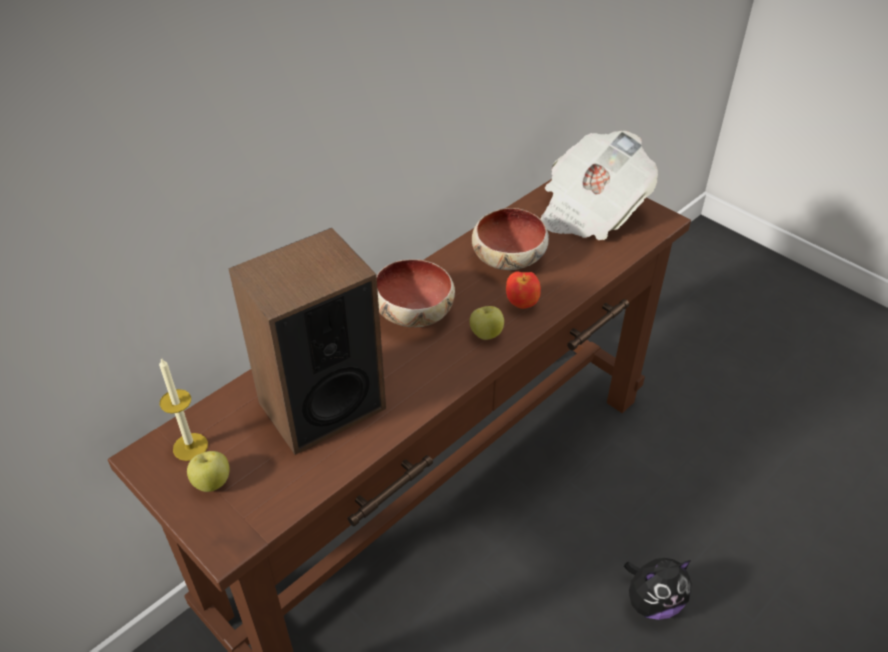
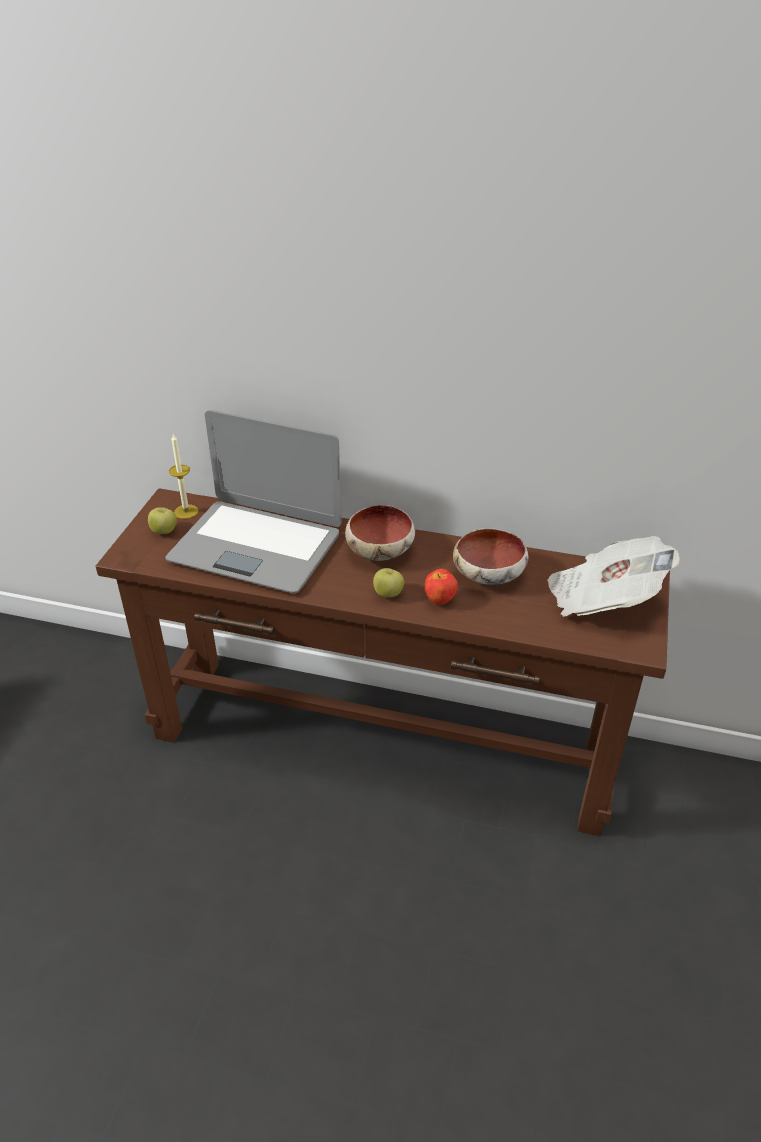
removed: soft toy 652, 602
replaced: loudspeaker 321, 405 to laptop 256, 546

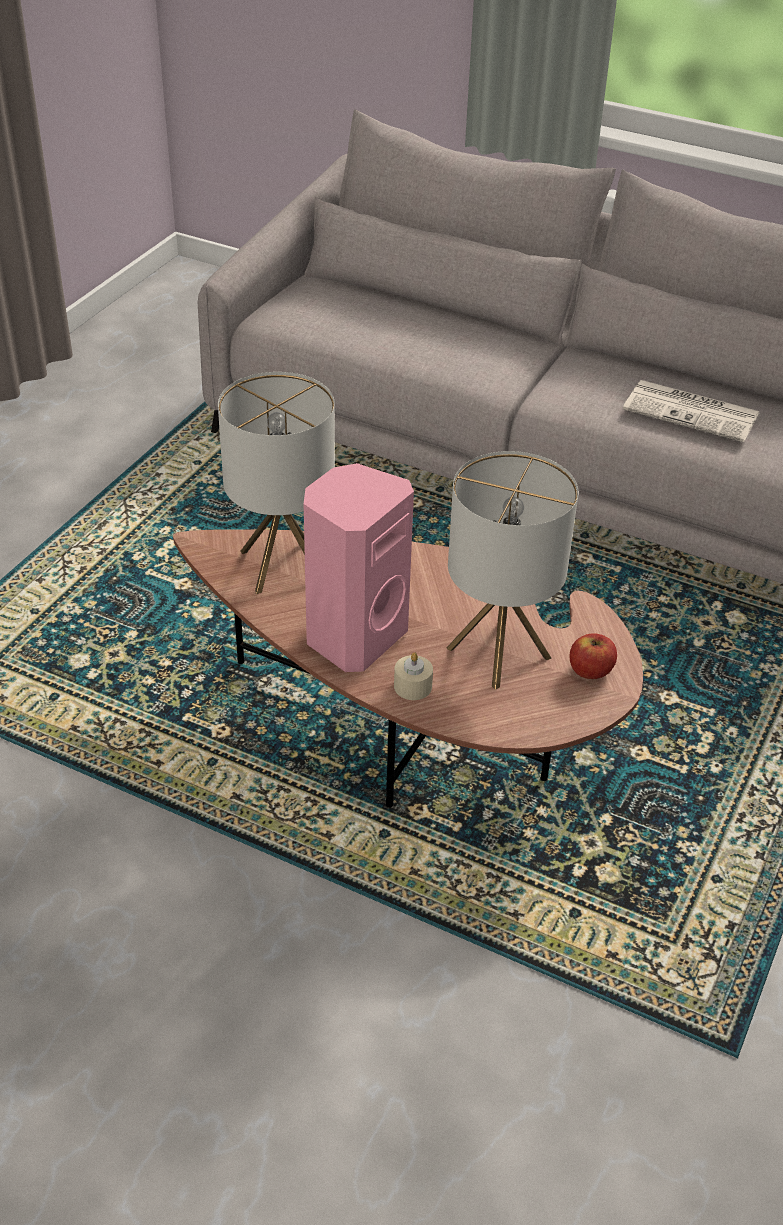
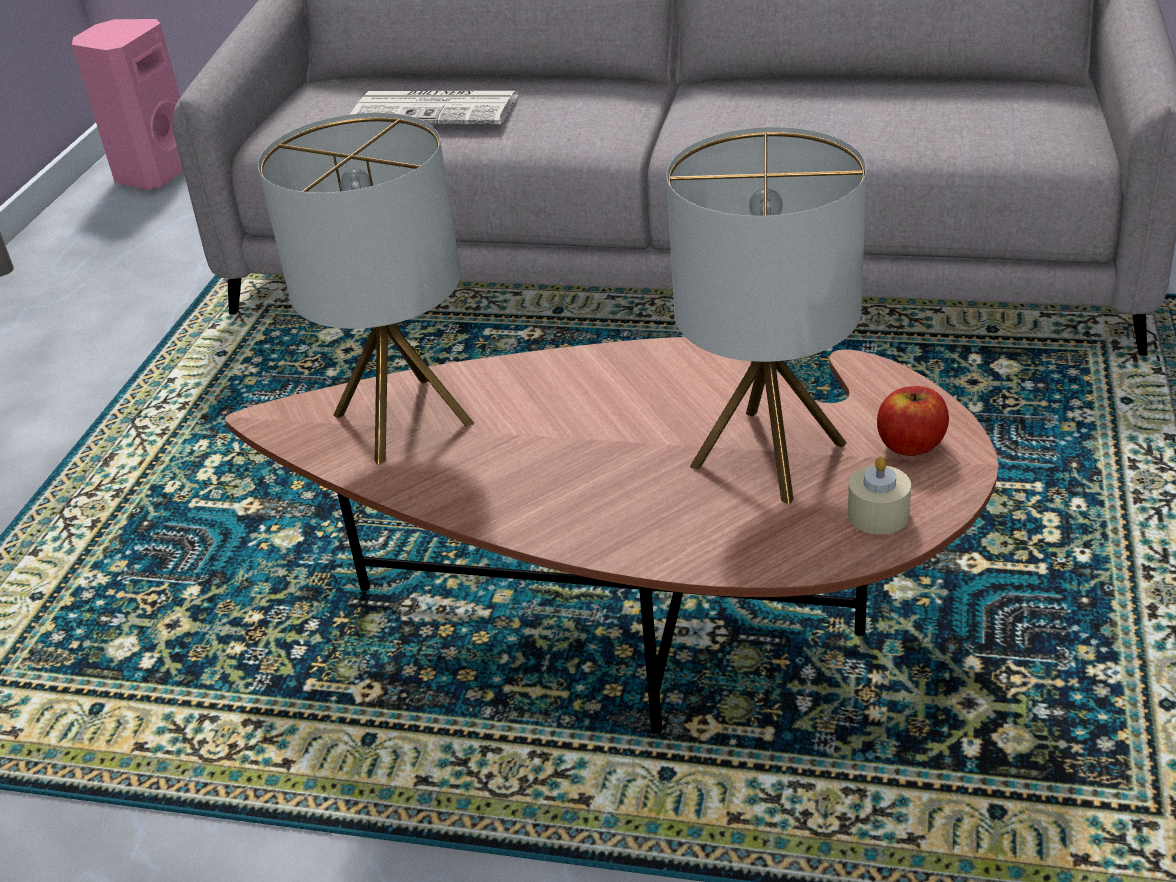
moved: daily paper 693, 412 to 437, 110; pink-coloured loudspeaker 353, 637 to 153, 173; beige wax candle 412, 686 to 878, 514

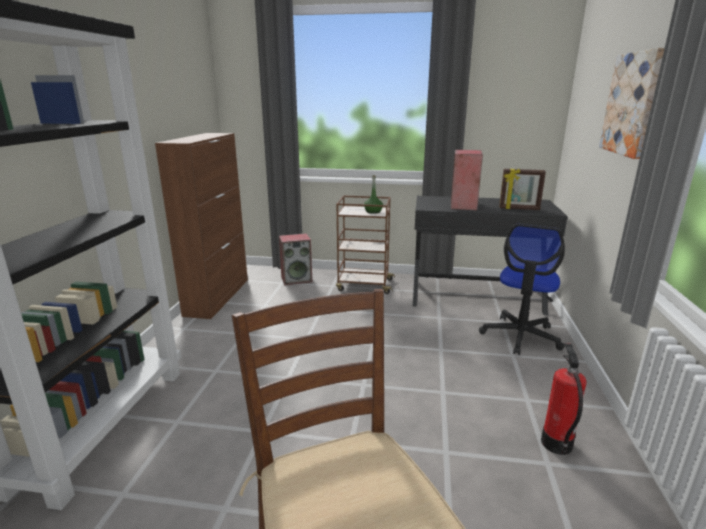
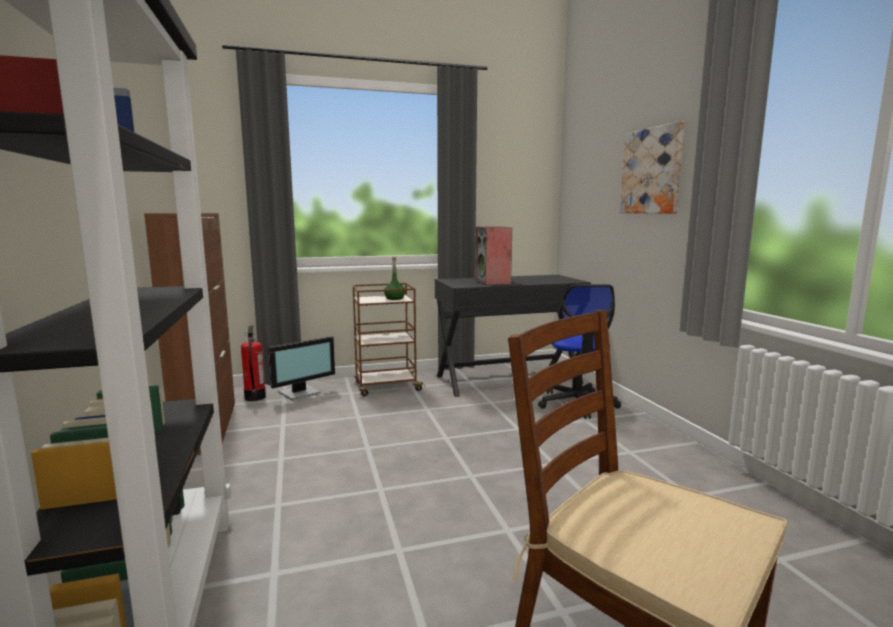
removed: picture frame 519, 209
moved: fire extinguisher 556, 444 to 255, 397
replaced: loudspeaker 297, 279 to computer screen 300, 393

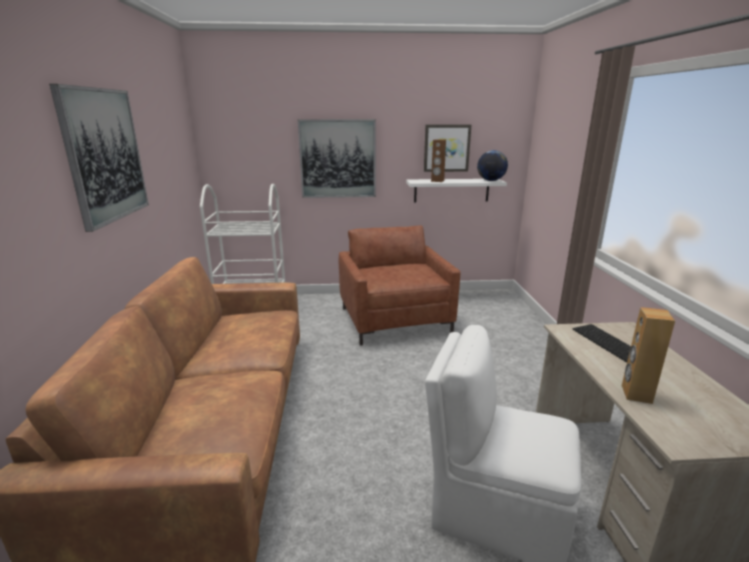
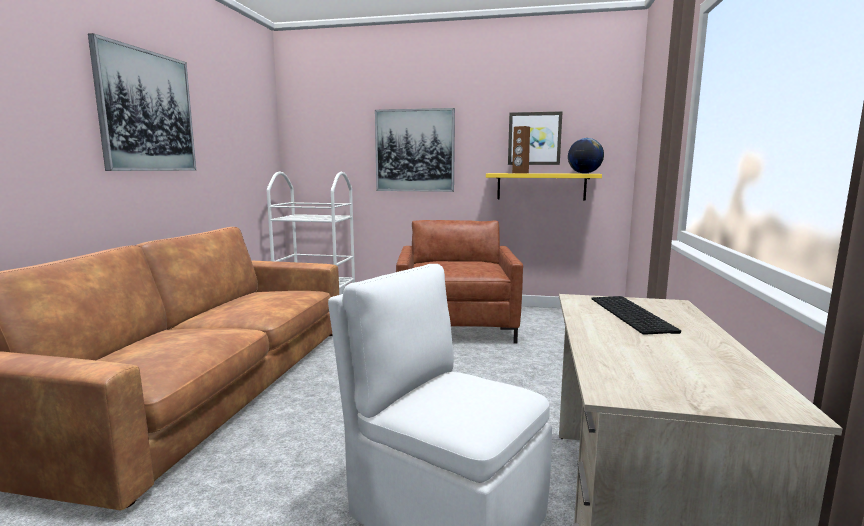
removed: brownish loudspeaker 636, 394
recoloured: white-coloured wall shelf 451, 190 to yellow-coloured wall shelf 541, 186

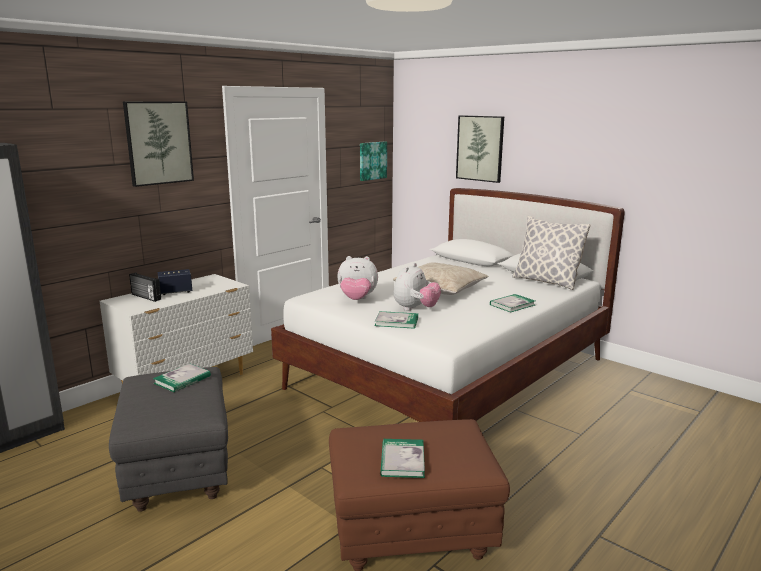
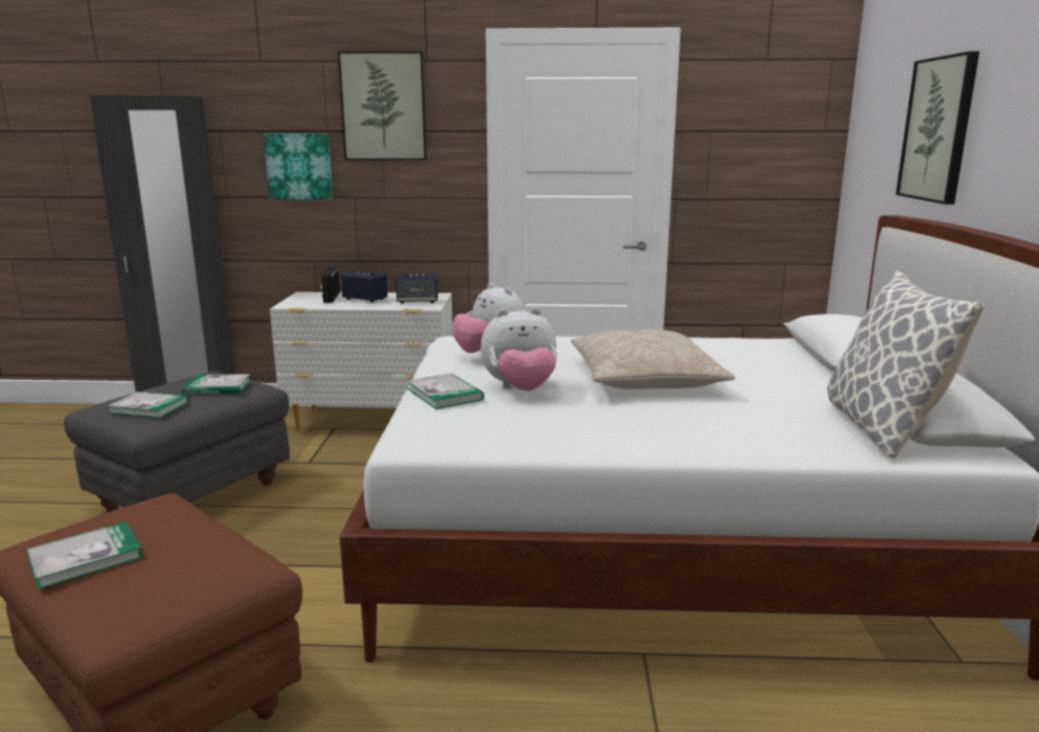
added: loudspeaker 417, 301
moved: wall art 372, 160 to 299, 166; book 512, 305 to 149, 407

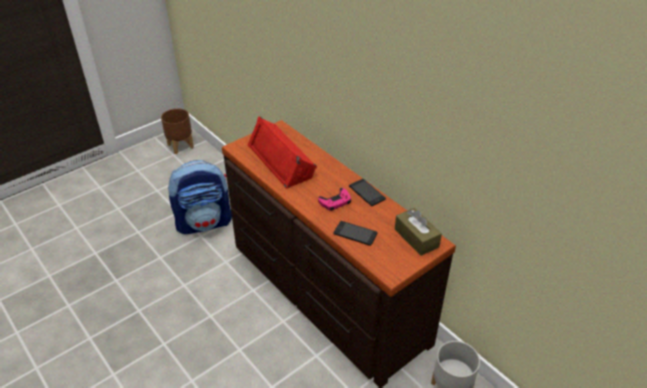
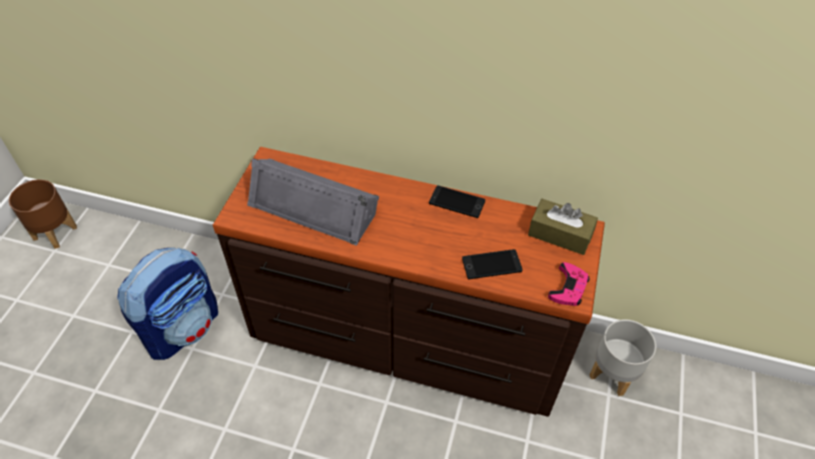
moved: pink-coloured game controller 335, 202 to 568, 288
recoloured: red-coloured loudspeaker 282, 160 to grey loudspeaker 314, 205

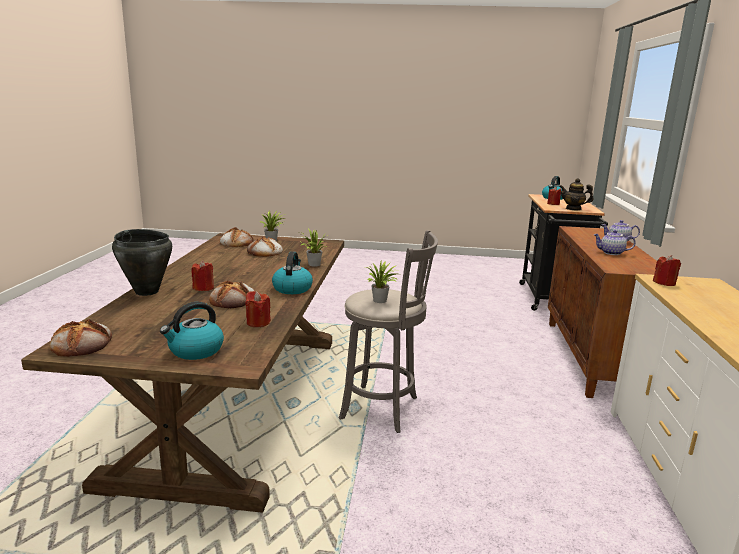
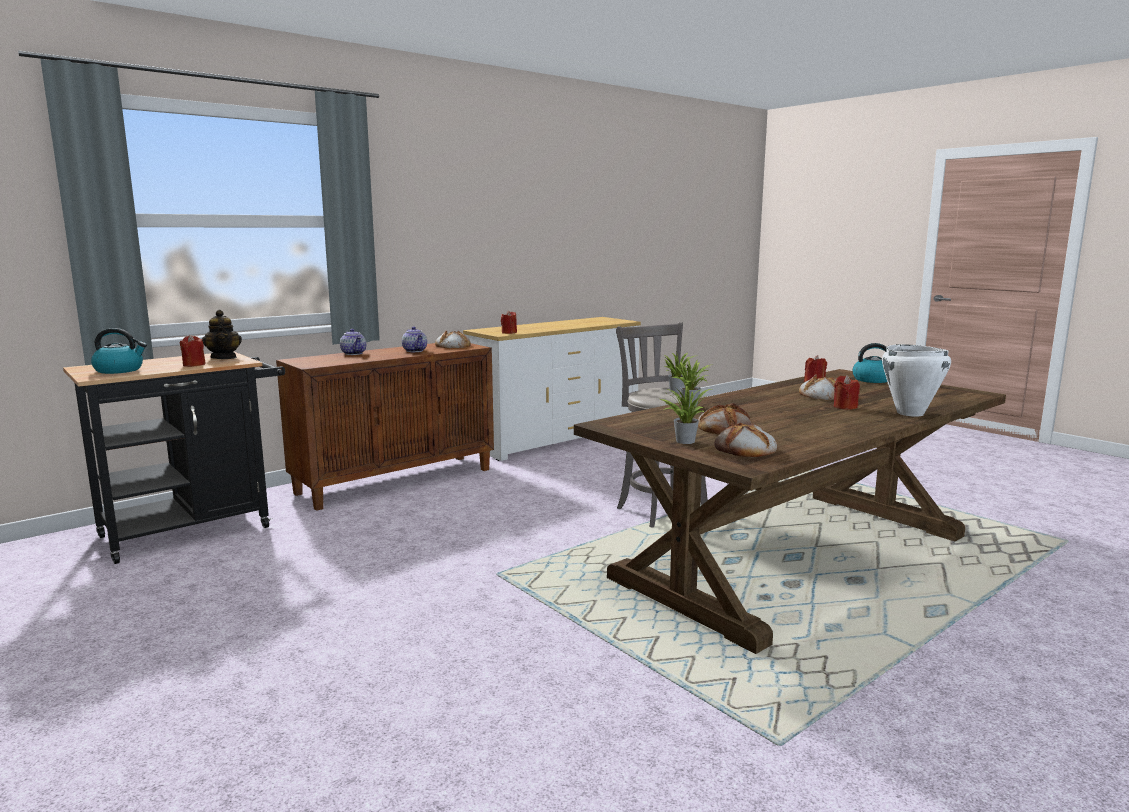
removed: tea kettle 292, 288
moved: bakery bread 82, 344 to 452, 346
recoloured: blackish saucepot 147, 291 to white-coloured saucepot 910, 413

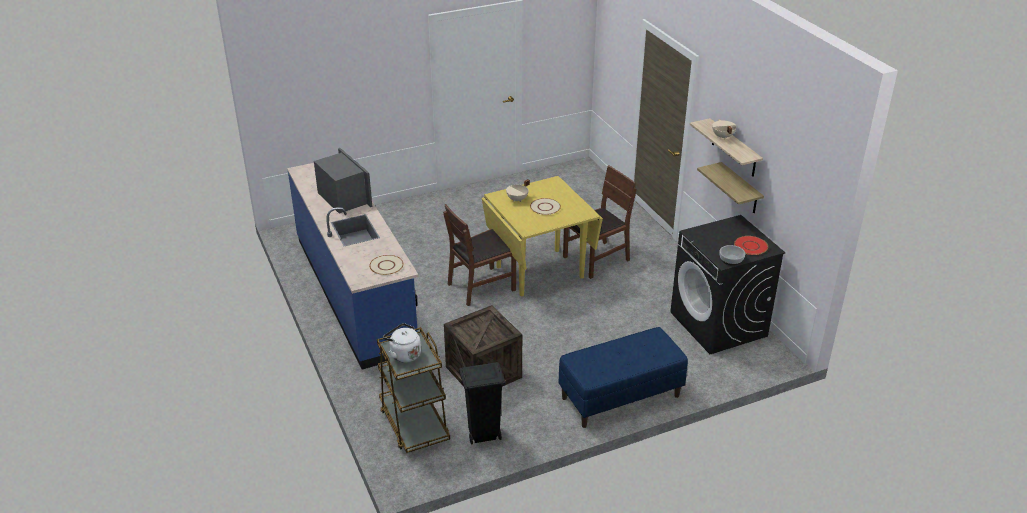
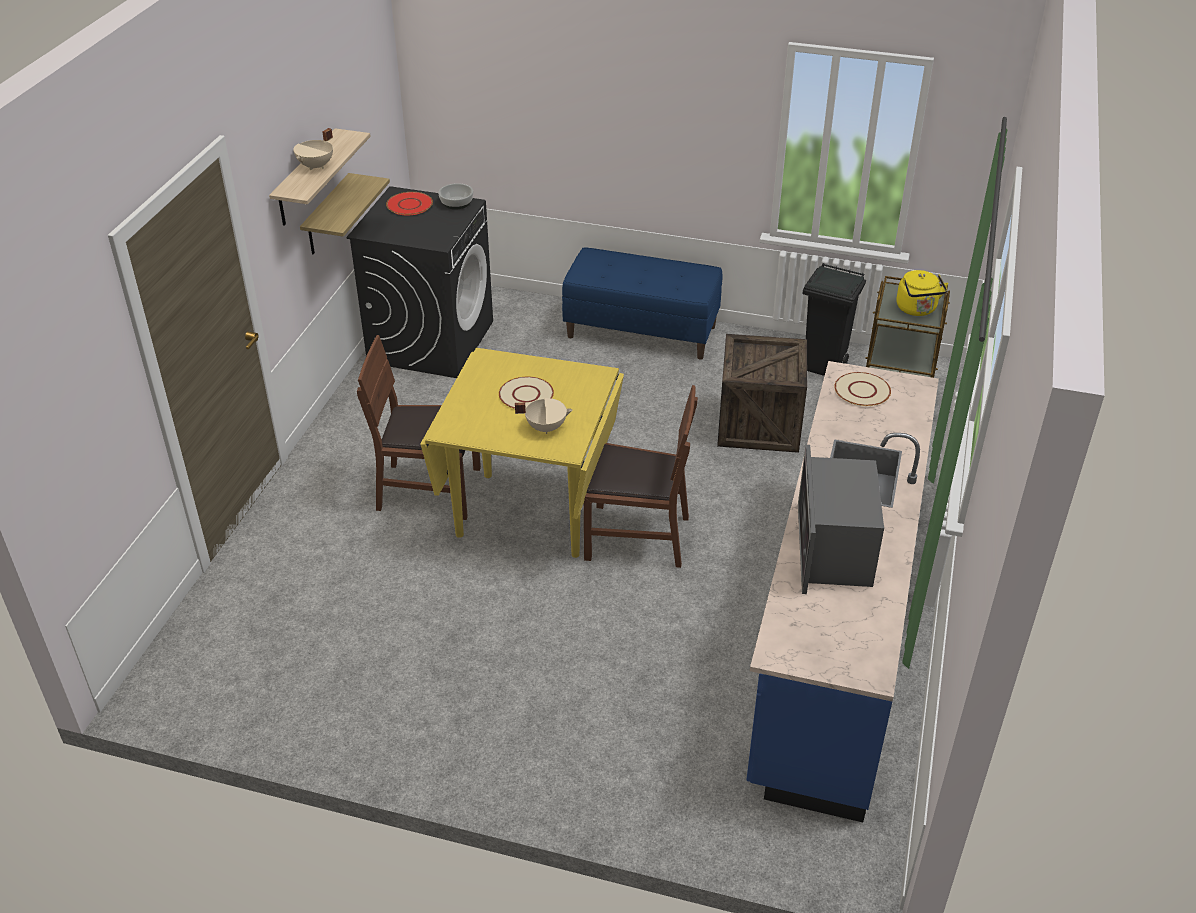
recoloured: white-coloured tea kettle 403, 354 to yellow-coloured tea kettle 917, 309

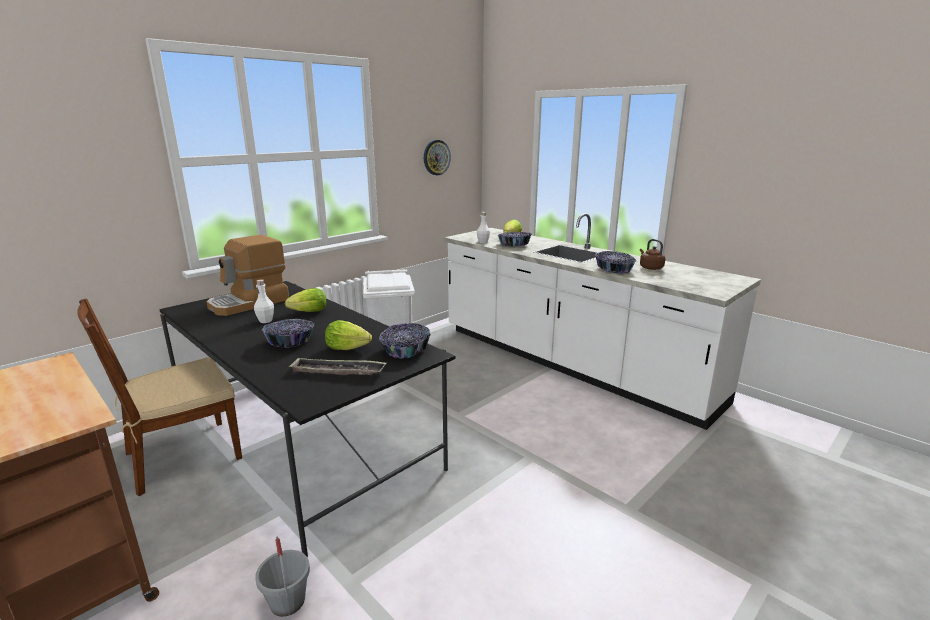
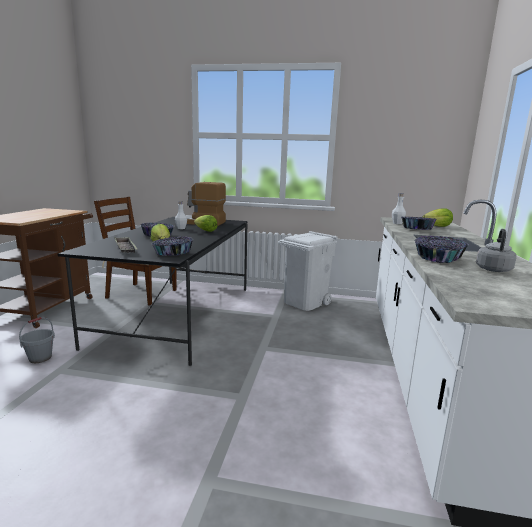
removed: clock on the wall 436, 157
recoloured: brownish tea kettle 650, 267 to grey tea kettle 493, 269

